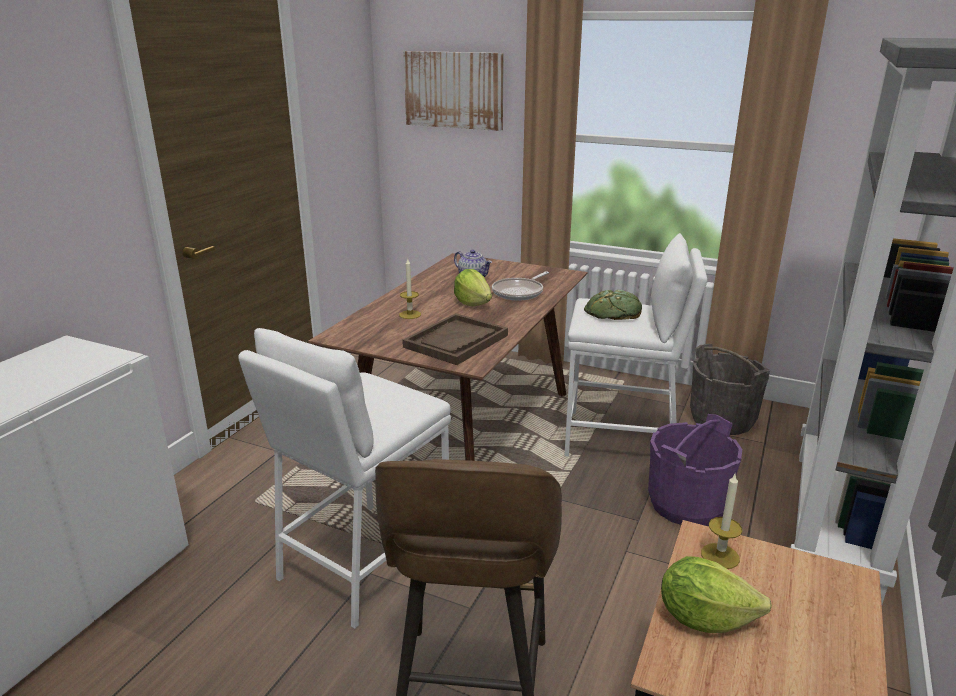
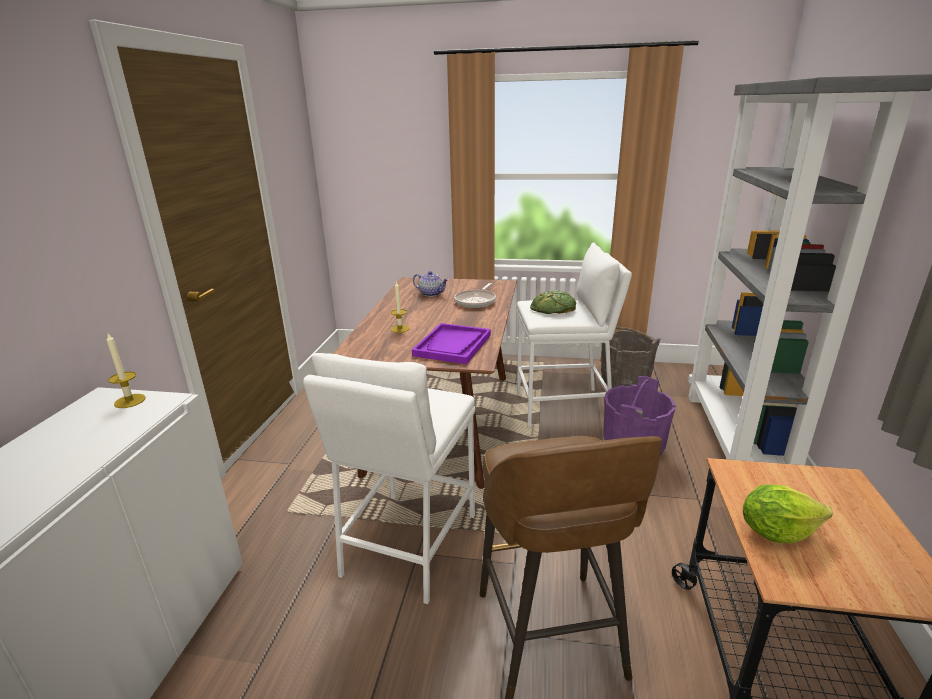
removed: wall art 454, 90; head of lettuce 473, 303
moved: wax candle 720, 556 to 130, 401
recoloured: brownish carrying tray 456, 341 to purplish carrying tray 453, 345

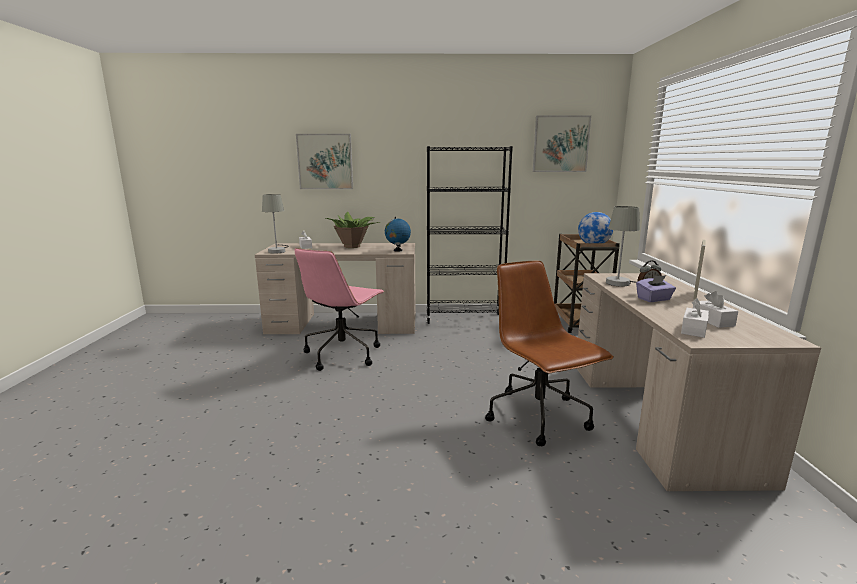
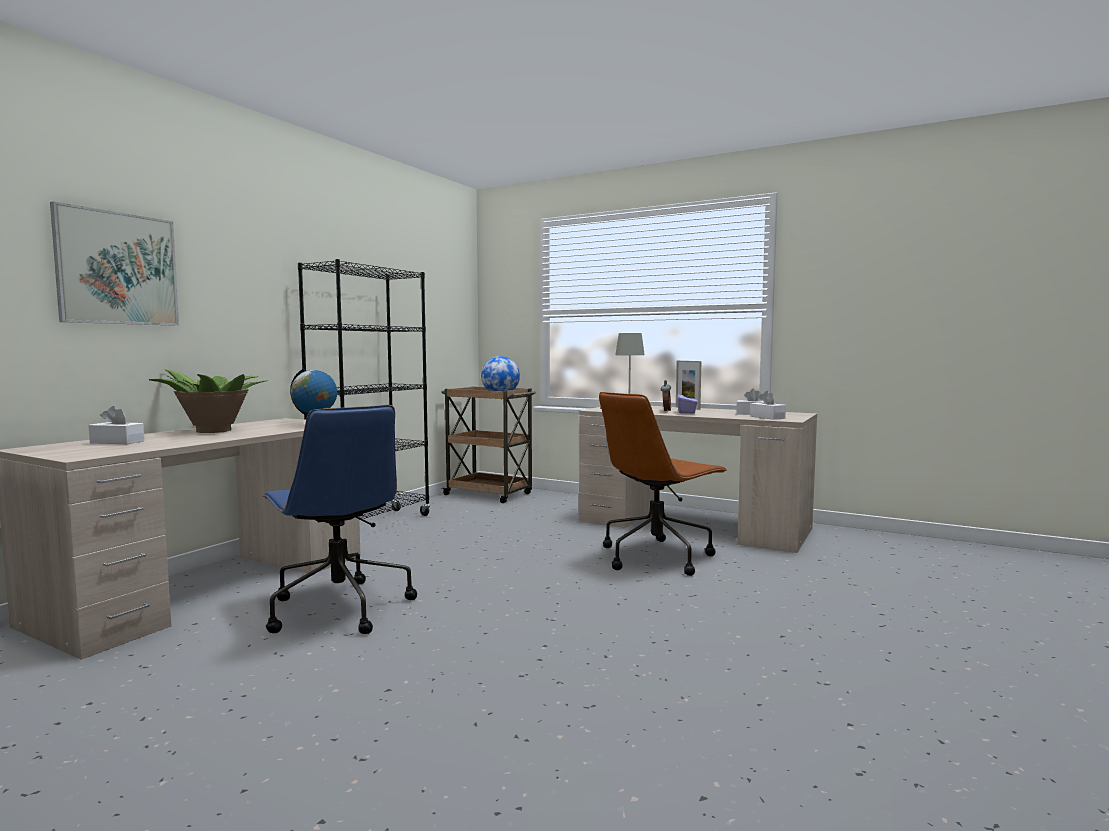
removed: wall art 560, 144; grey tabletop lamp 278, 250
recoloured: pink-coloured computer chair 343, 354 to bluish computer chair 338, 608
turned: brownish computer chair 539, 417 = 657, 556 45 degrees counterclockwise

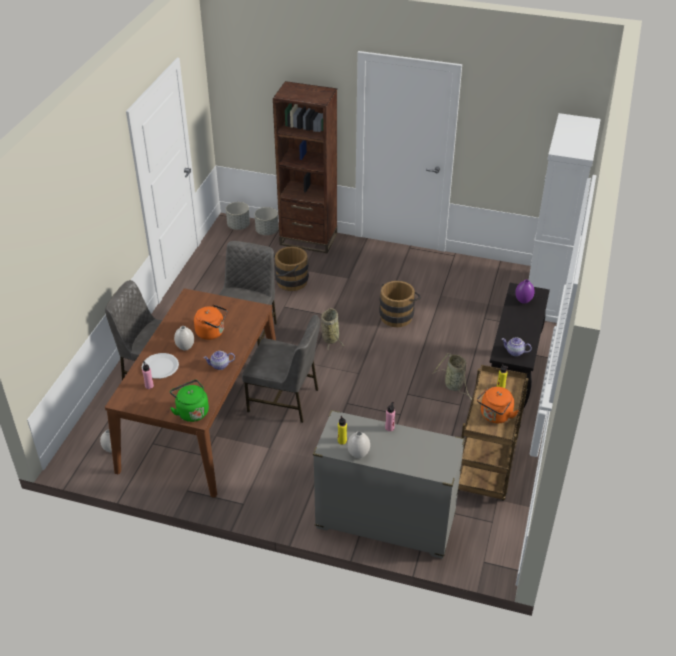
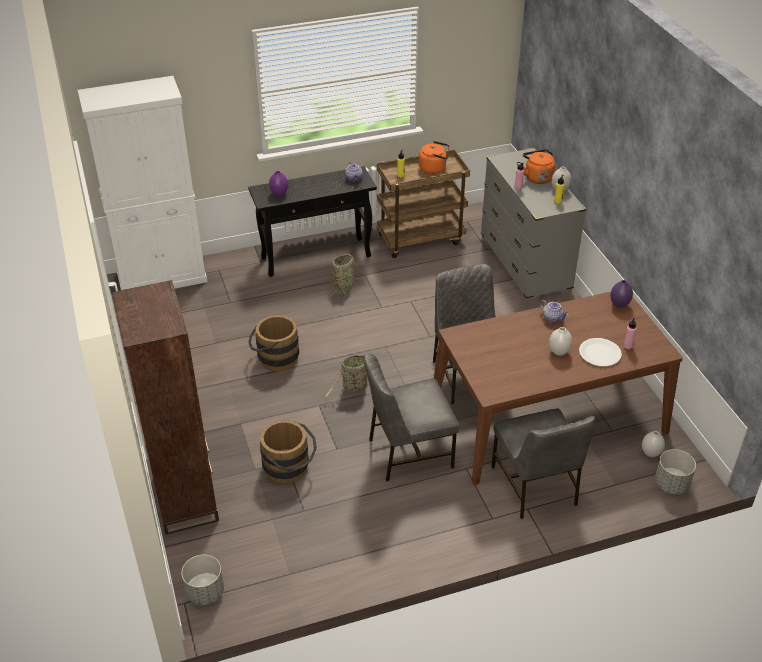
moved: grey planter 267, 231 to 671, 484; orange-coloured tea kettle 212, 332 to 537, 177
replaced: green tea kettle 191, 411 to purplish flower vase 619, 305

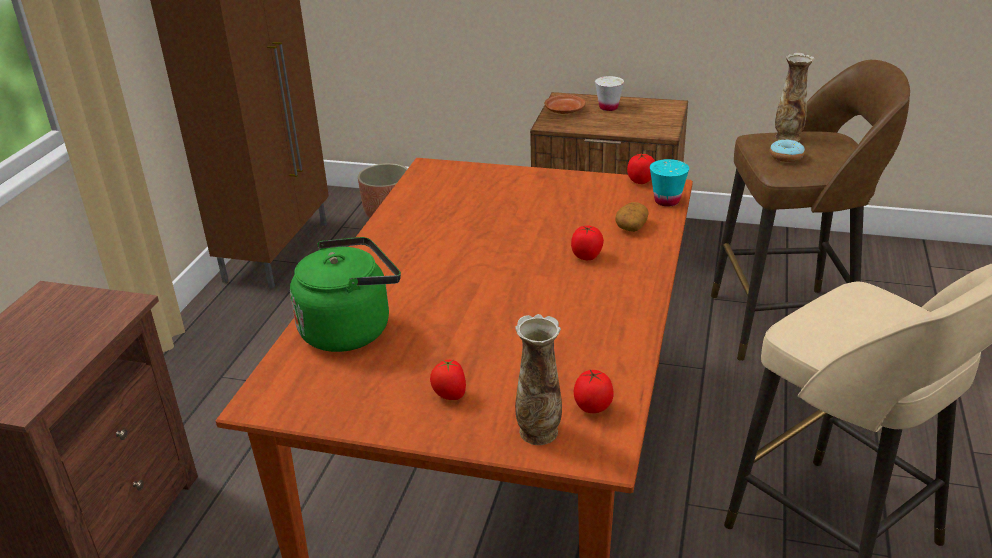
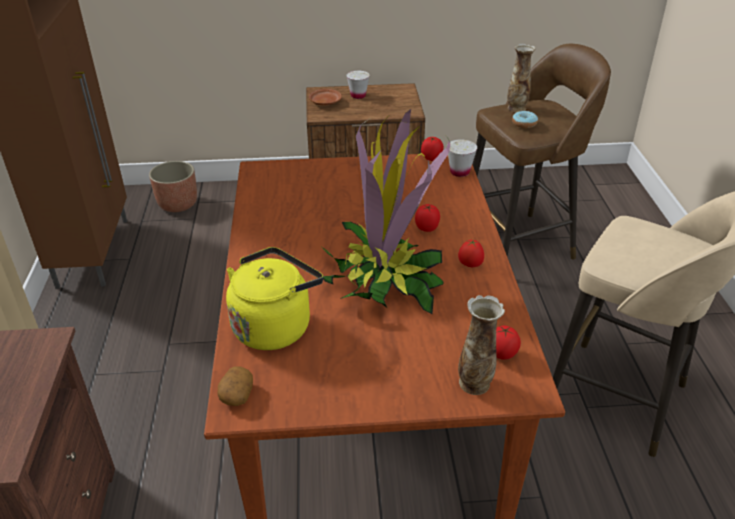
added: houseplant 384, 280
moved: spud 631, 226 to 236, 394; whole tomato 449, 396 to 470, 265
recoloured: turquoise-coloured cup 667, 201 to white-coloured cup 459, 172; green tea kettle 351, 329 to yellow-coloured tea kettle 275, 325

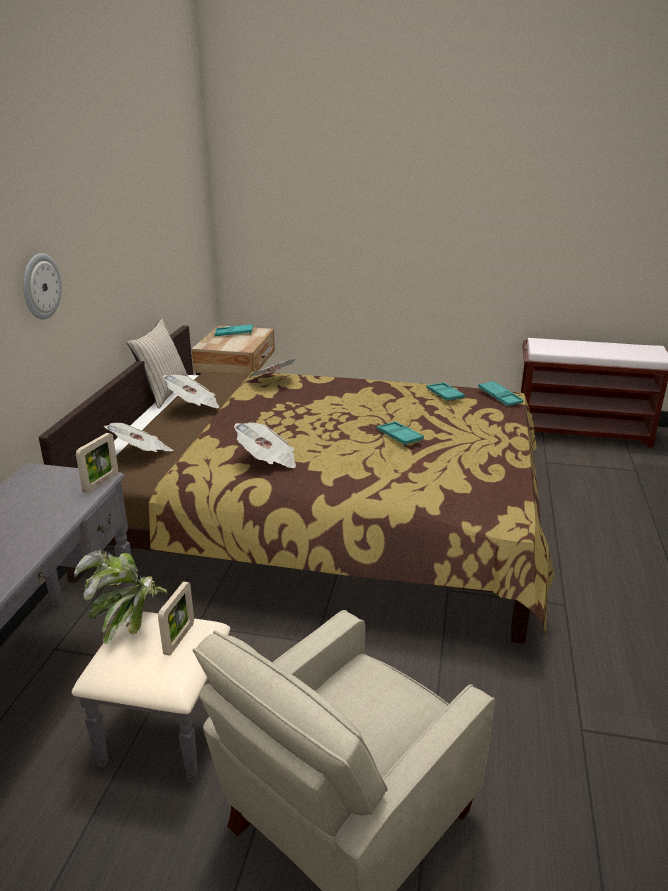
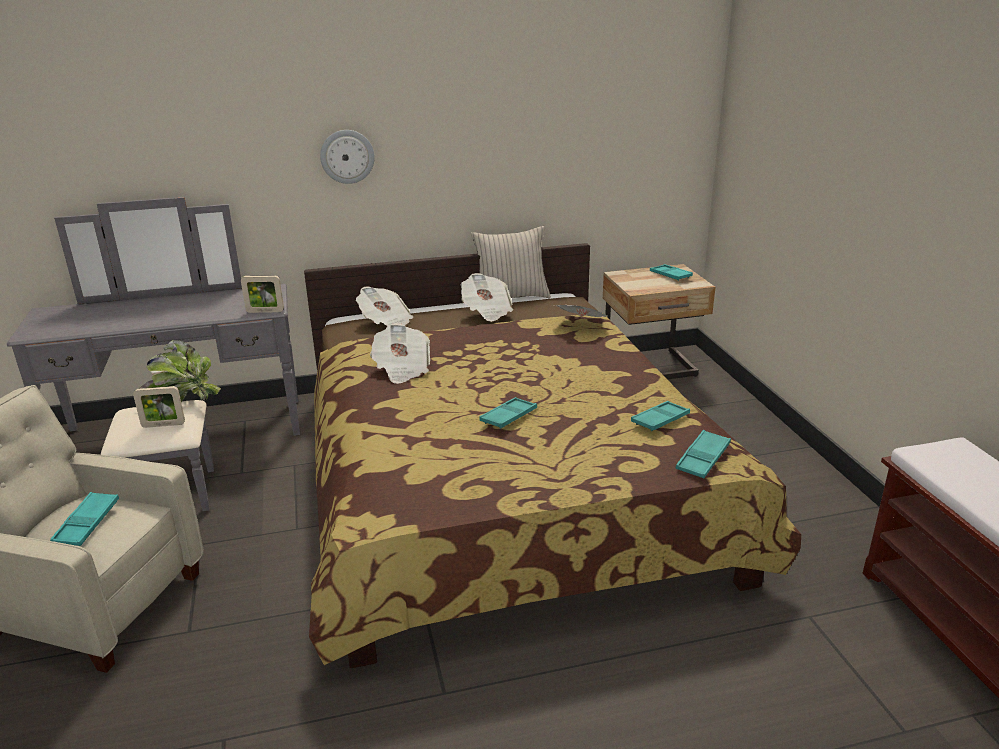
added: turquoise-coloured carrying tray 87, 523

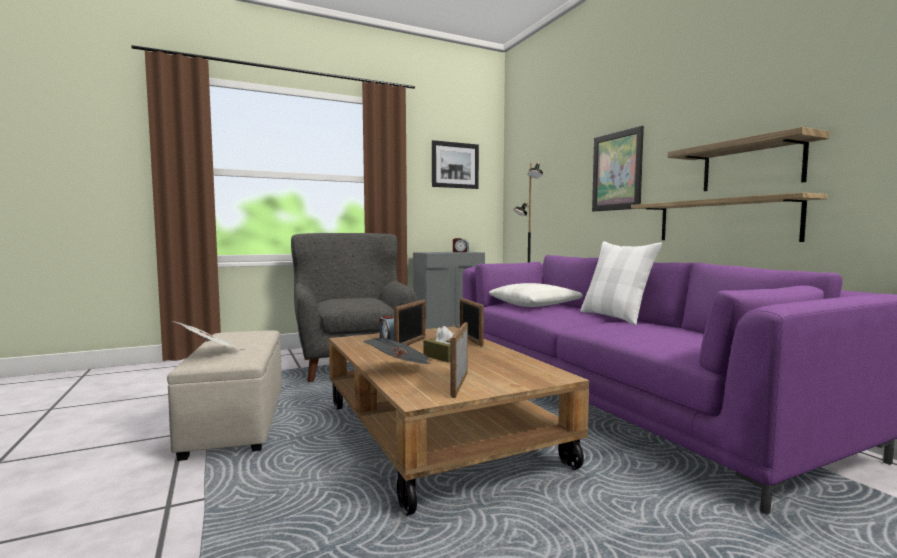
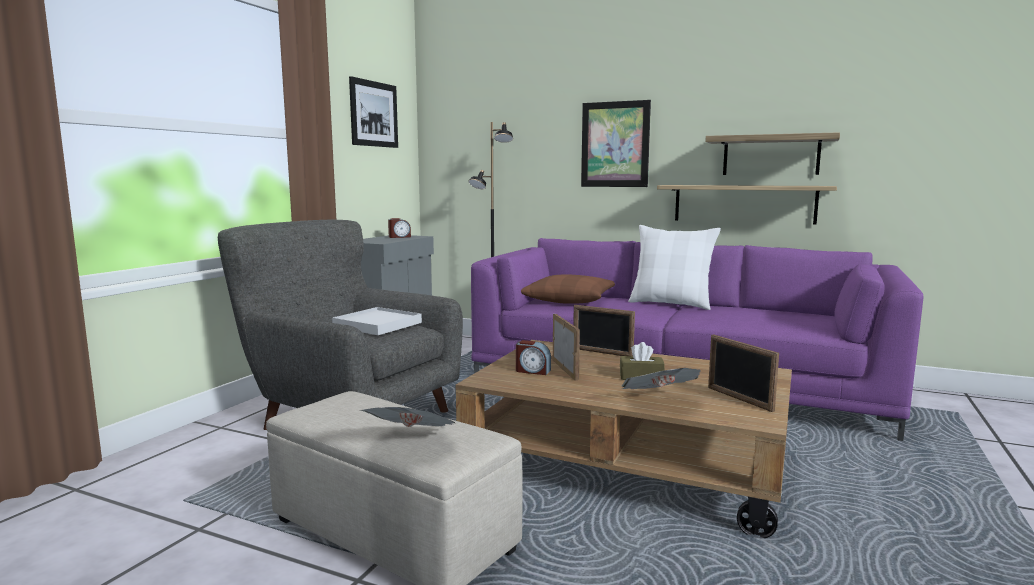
added: white-coloured carrying tray 377, 325
recoloured: white-coloured pillow 536, 305 to brownish pillow 569, 299

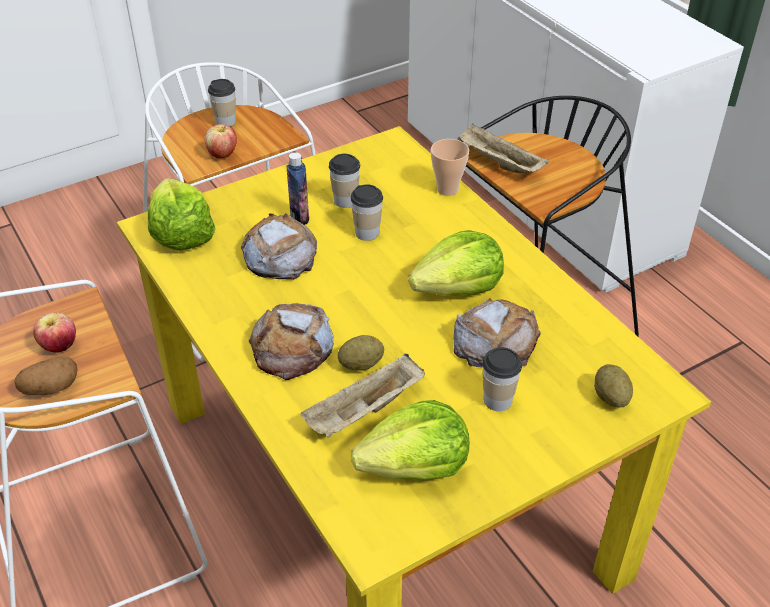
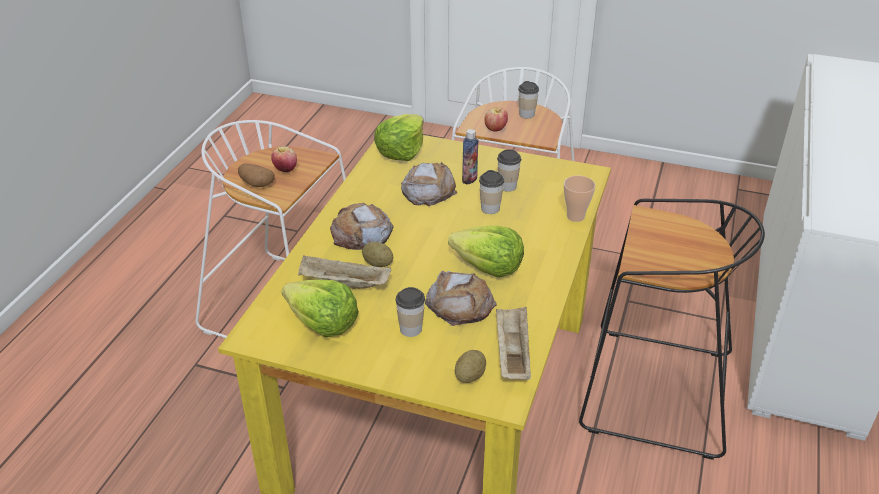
moved: beige carrying tray 498, 163 to 512, 354

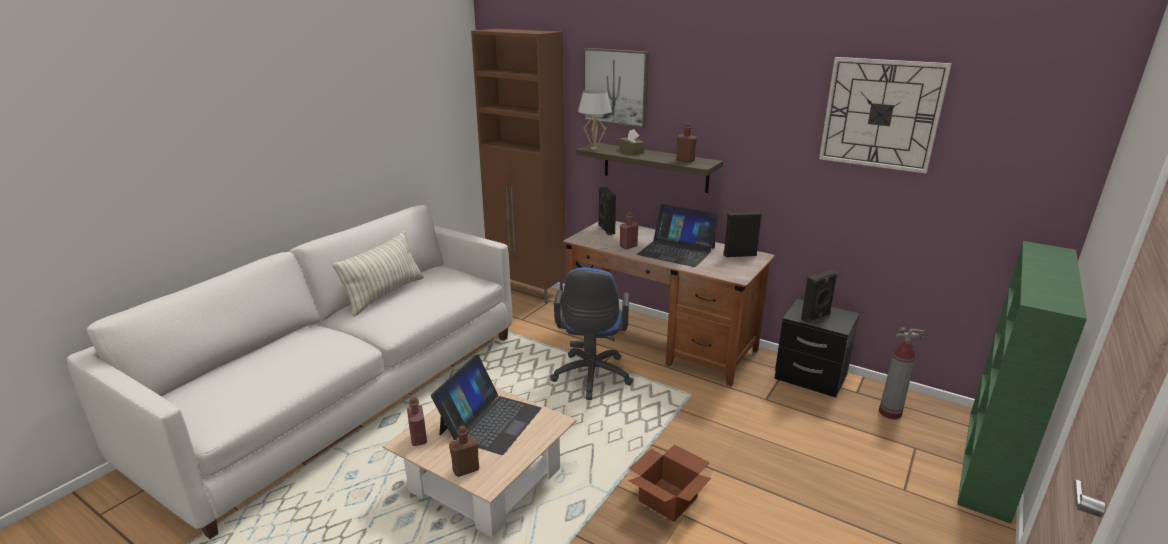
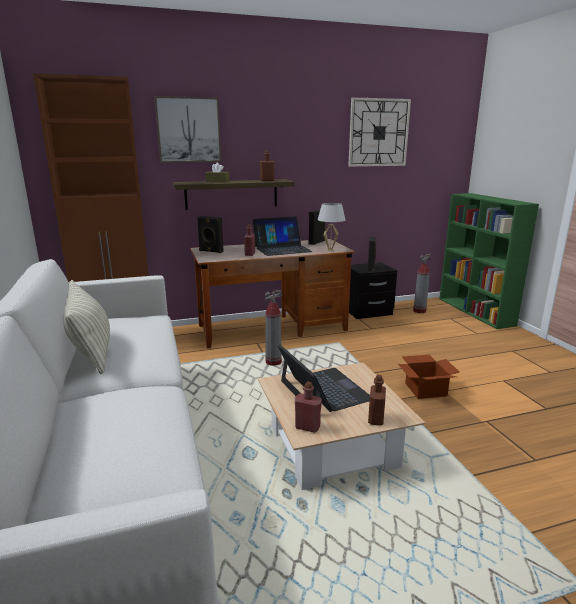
moved: white-coloured tabletop lamp 594, 148 to 330, 250
replaced: bluish computer chair 591, 378 to fire extinguisher 273, 362

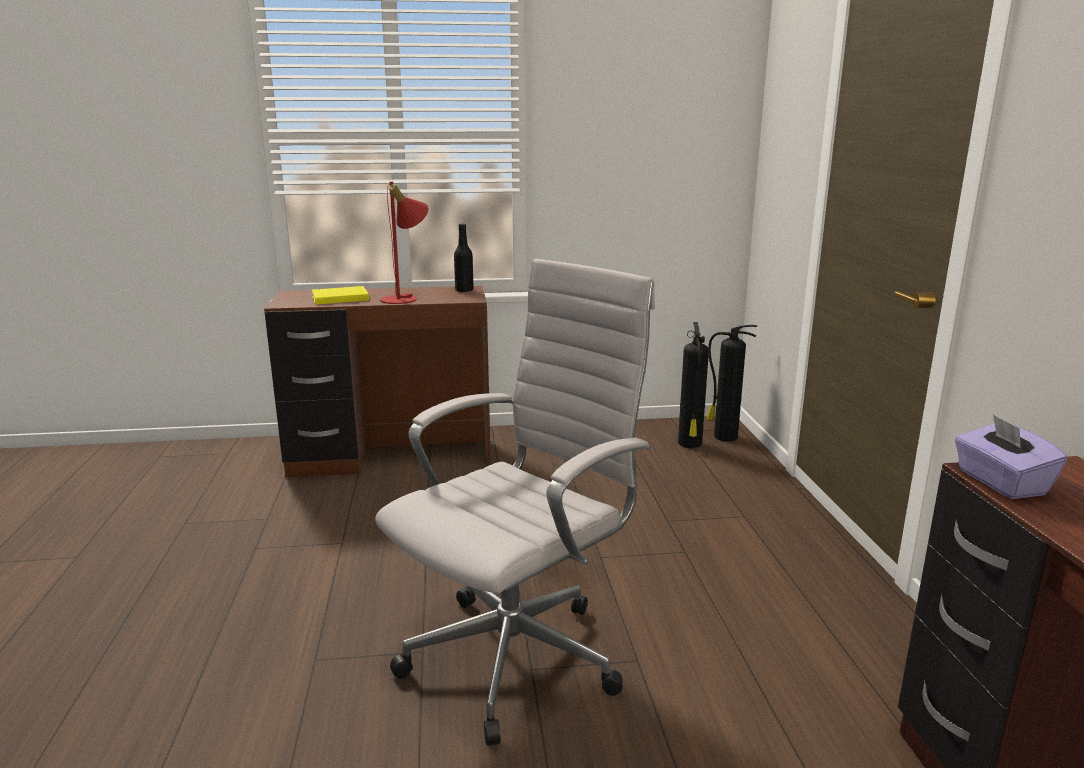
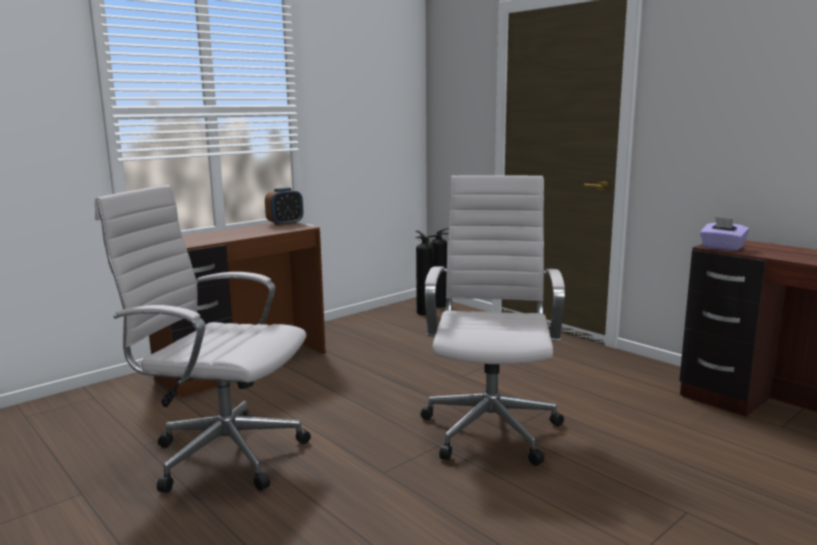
removed: red-coloured tabletop lamp 405, 298; yellow-coloured book 338, 298
added: white-coloured computer chair 221, 454
replaced: blackish beverage bottle 464, 290 to table clock 285, 224

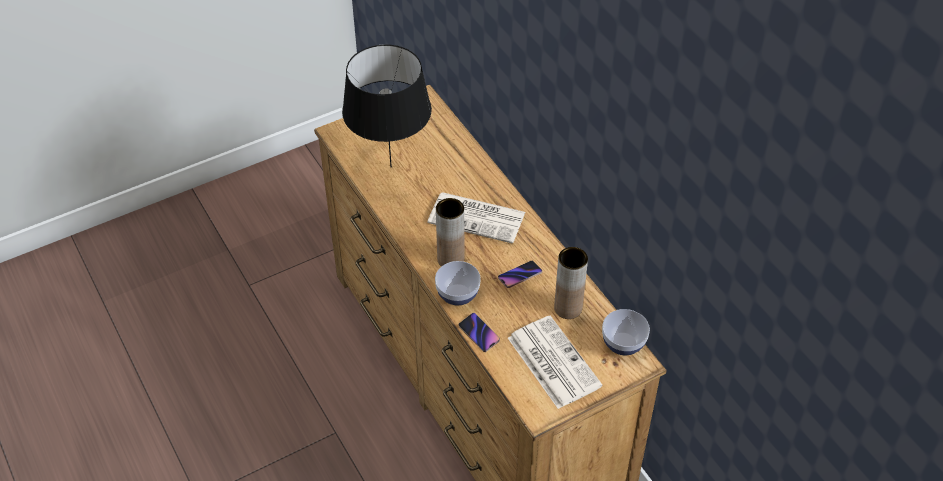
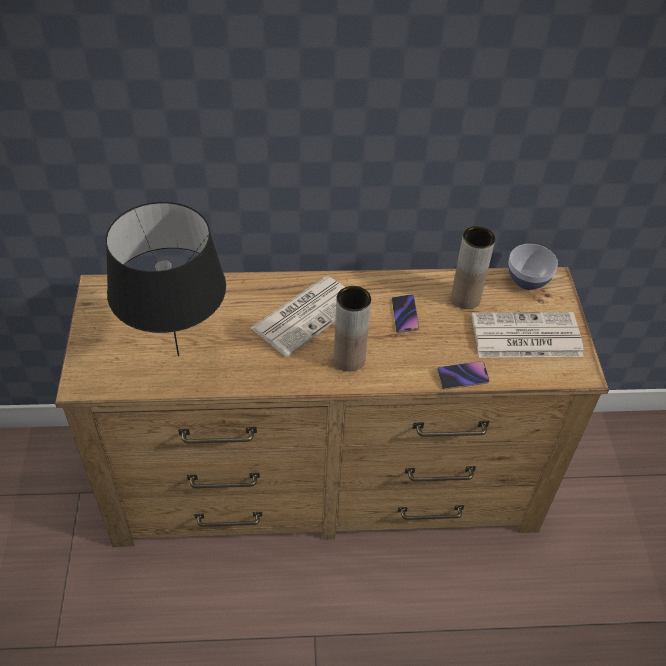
removed: bowl 457, 295

